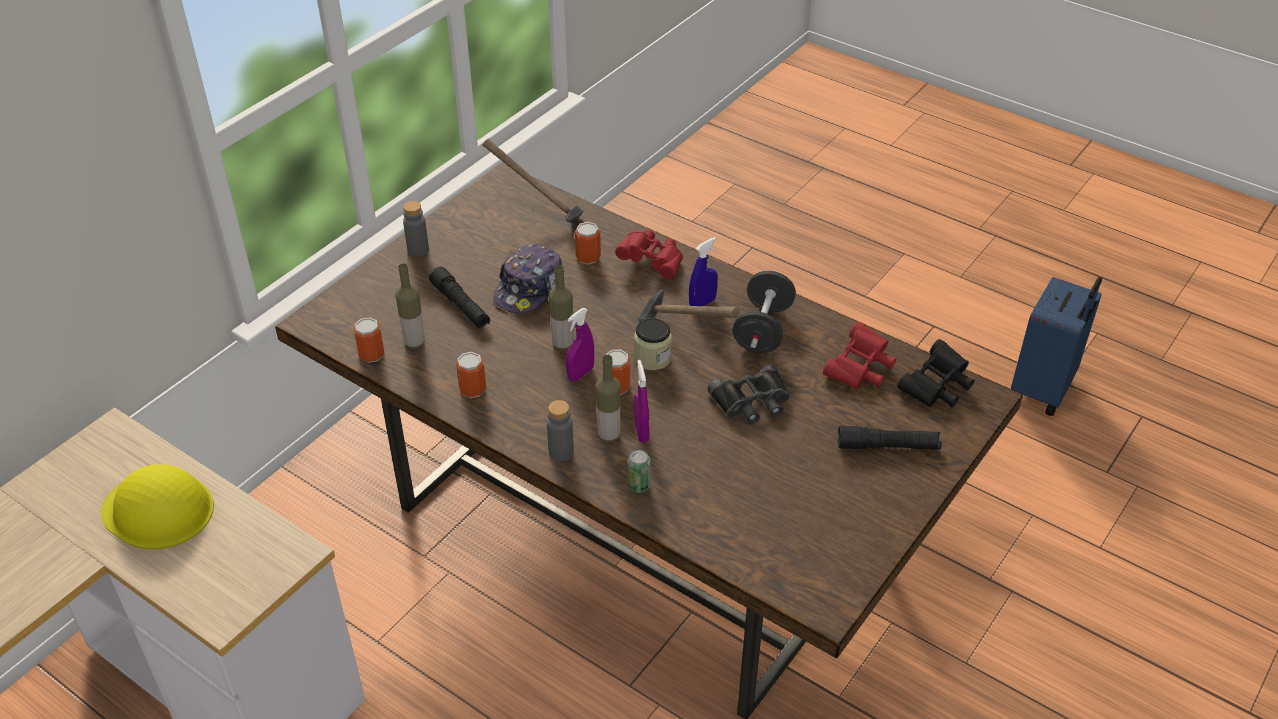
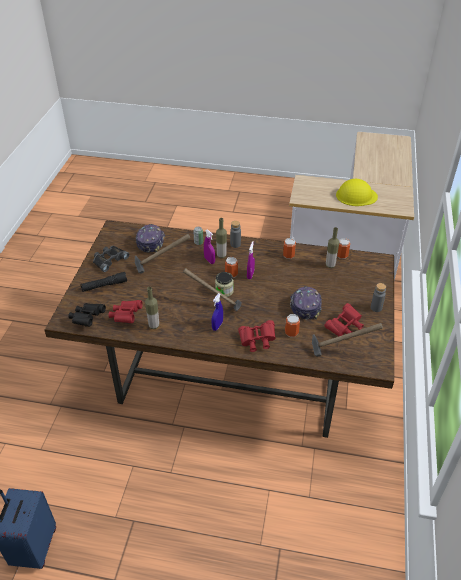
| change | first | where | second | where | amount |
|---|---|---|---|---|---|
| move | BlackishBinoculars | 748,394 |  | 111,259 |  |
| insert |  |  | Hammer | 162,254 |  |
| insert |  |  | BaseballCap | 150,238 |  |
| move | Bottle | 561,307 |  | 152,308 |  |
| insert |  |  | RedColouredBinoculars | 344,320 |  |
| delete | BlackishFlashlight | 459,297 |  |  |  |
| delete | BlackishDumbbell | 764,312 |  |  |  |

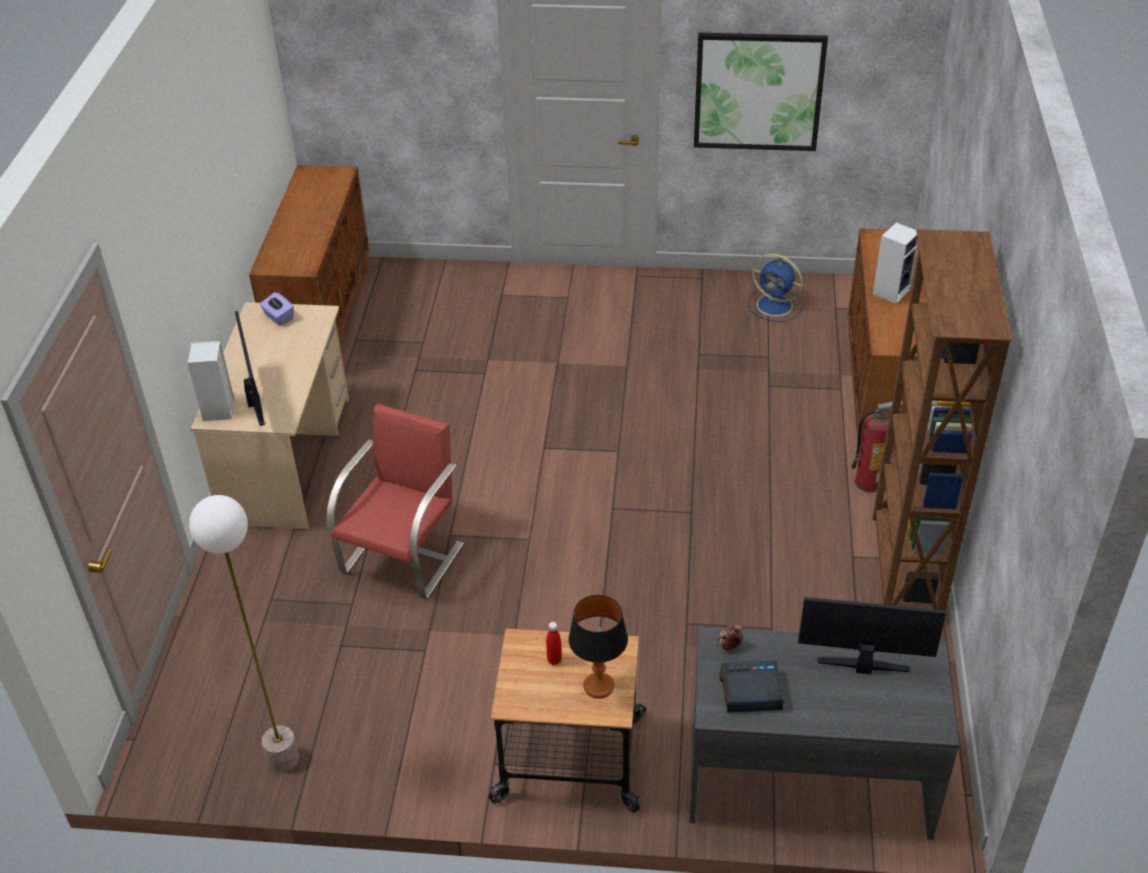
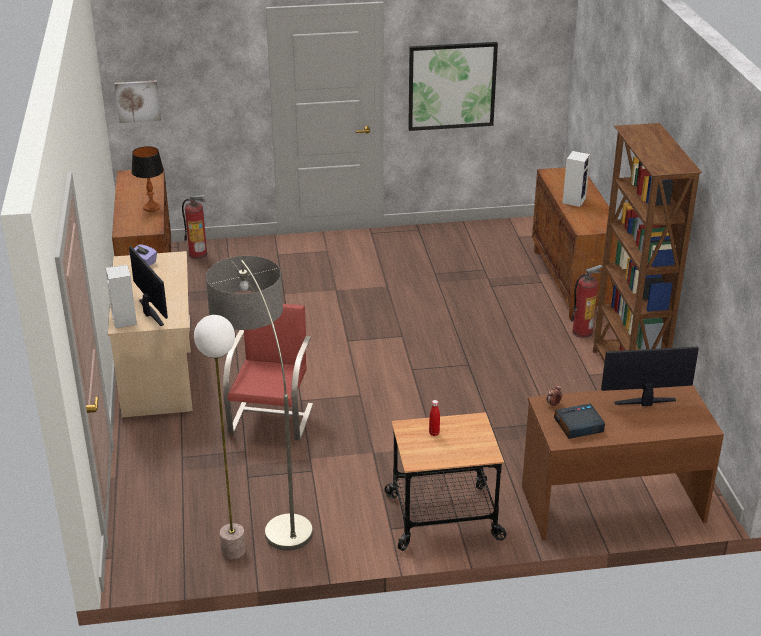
| change | first | where | second | where | amount |
|---|---|---|---|---|---|
| insert |  |  | WallArt | 138,101 |  |
| move | TableLamp | 598,647 |  | 148,179 |  |
| insert |  |  | Extinguisher | 194,227 |  |
| insert |  |  | FloorLamp | 259,403 |  |
| recolor | GrayDeskTable | 824,733 | BrownColouredDeskTable | 623,463 |  |
| delete | BlueColouredCoolingFan | 775,287 |  |  |  |

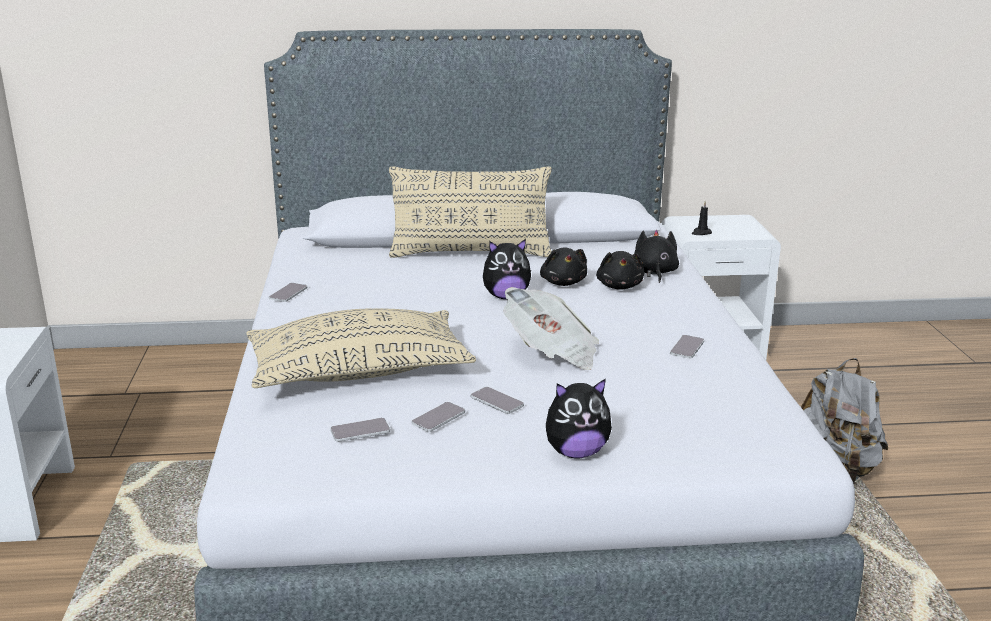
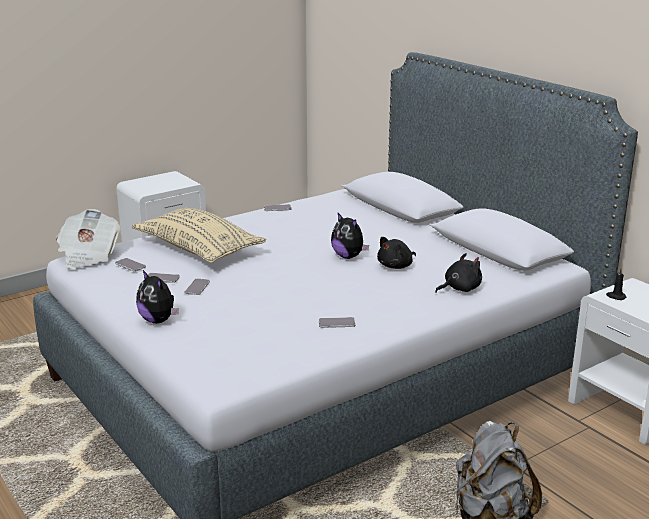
| change | first | where | second | where | amount |
|---|---|---|---|---|---|
| move | DailyPaper | 551,328 |  | 88,239 |  |
| delete | BeigeThrowPillow | 470,212 |  |  |  |
| delete | BlackishCuddlyToy | 620,270 |  |  |  |

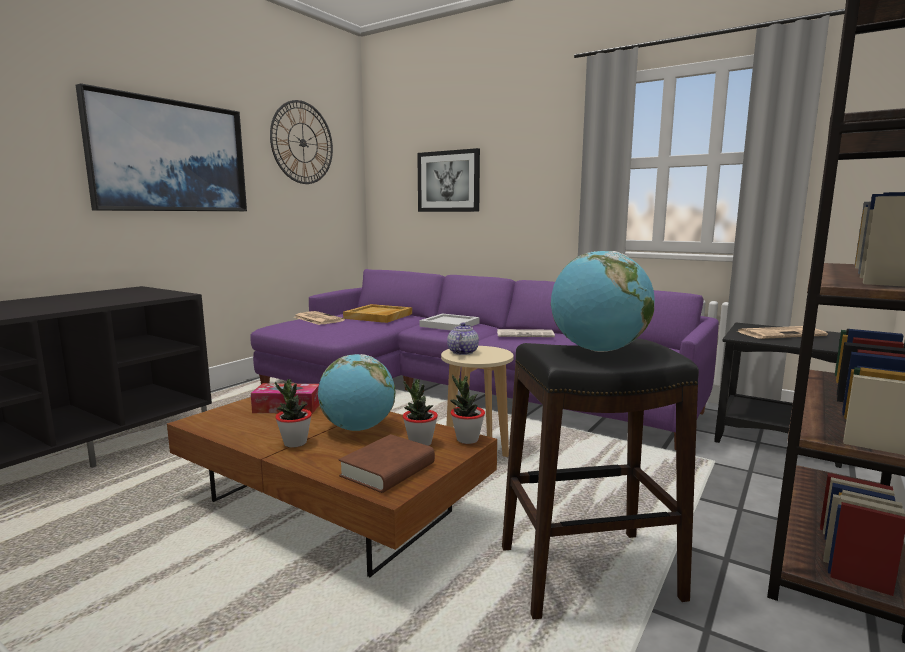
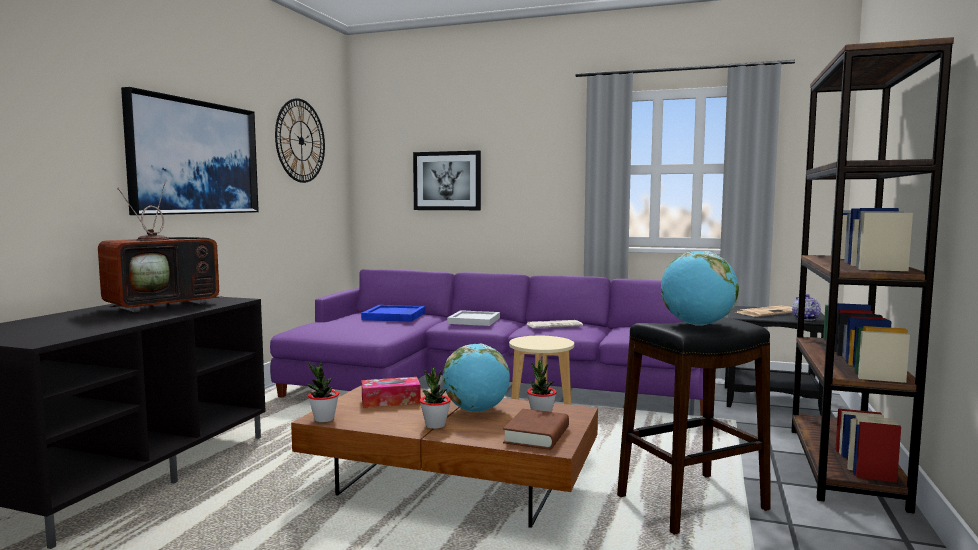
| change | first | where | second | where | amount |
|---|---|---|---|---|---|
| insert |  |  | Tv | 160,247 |  |
| move | PlantInAPot | 467,409 |  | 323,392 |  |
| recolor | BeigeTray | 377,313 | BlueColouredTray | 393,313 |  |
| move | TeaPot | 463,338 |  | 806,307 |  |
| delete | DailyPaper | 319,318 |  |  |  |

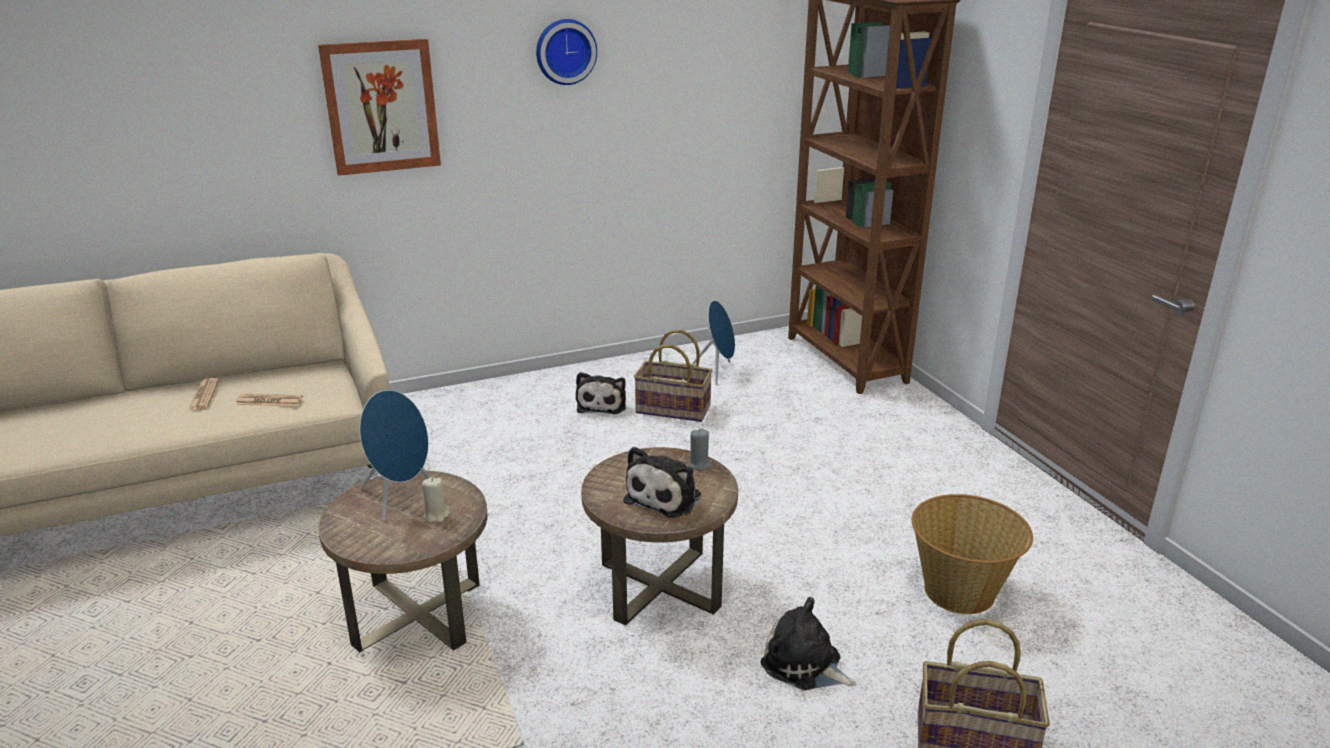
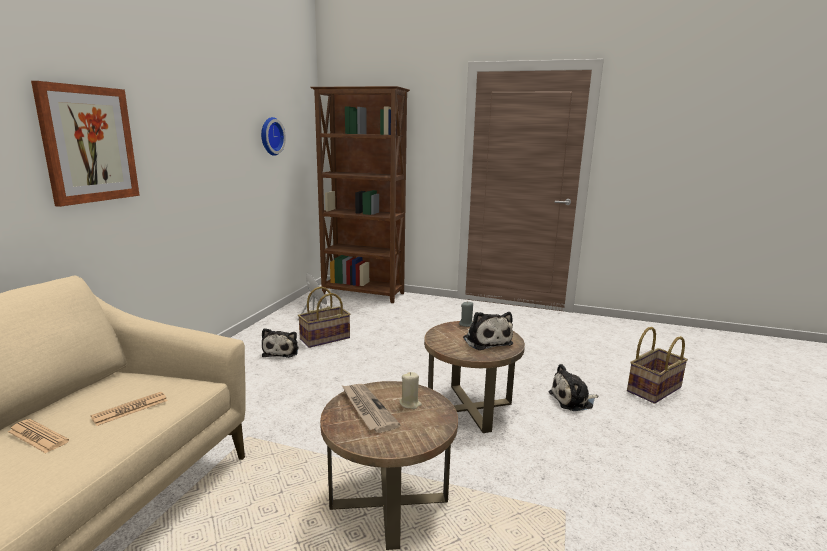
| change | first | where | second | where | amount |
|---|---|---|---|---|---|
| move | ClockOnTheWall | 566,52 |  | 273,136 |  |
| rotate | CuddlyToy | 601,393 |  | 280,343 | 45 degrees clockwise |
| replace | BlueColouredAudioSpeaker | 395,456 | DailyPaper | 371,408 |  |
| delete | StorageBasket | 972,554 |  |  |  |

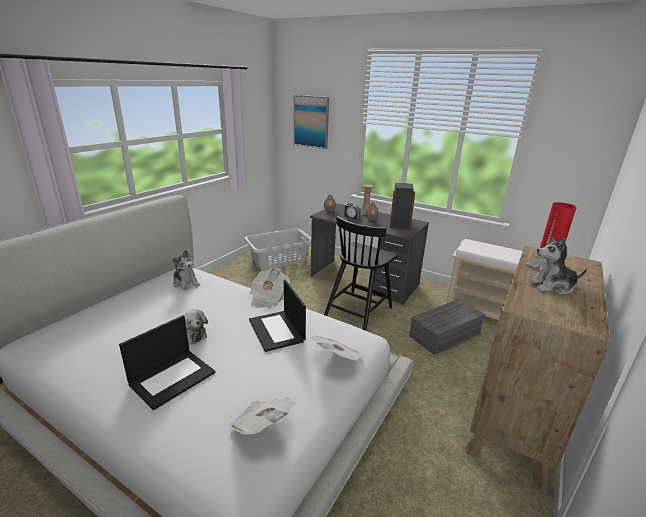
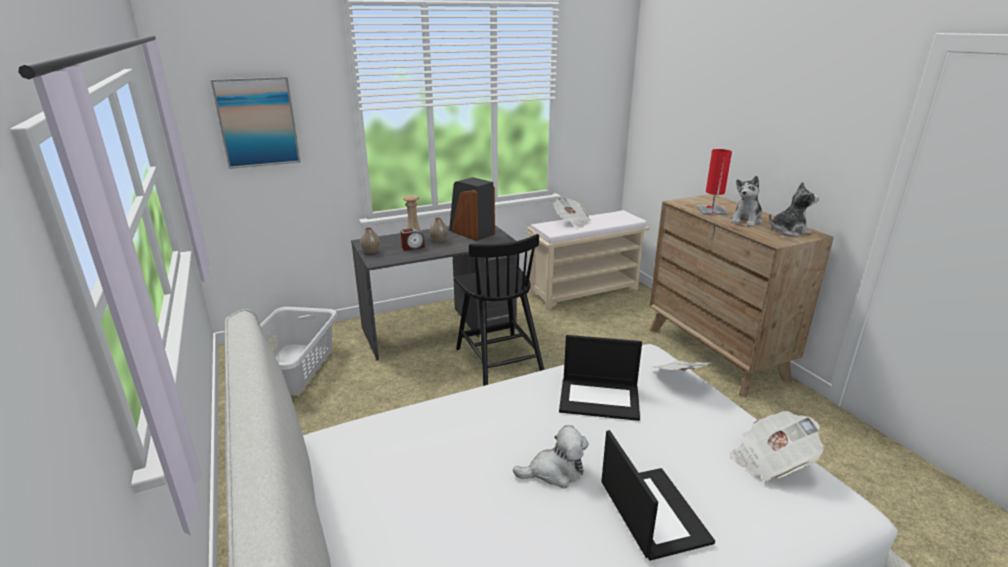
| change | first | where | second | where | amount |
|---|---|---|---|---|---|
| move | DailyPaper | 269,288 |  | 572,212 |  |
| move | CuddlyToy | 186,270 |  | 794,209 |  |
| delete | GrayStorageContainer | 447,327 |  |  |  |

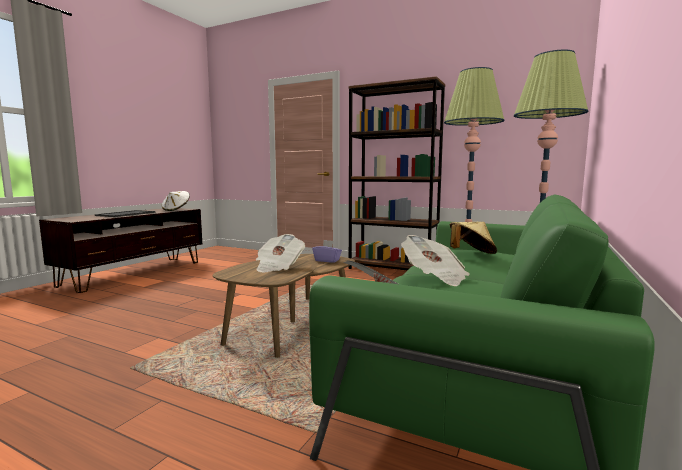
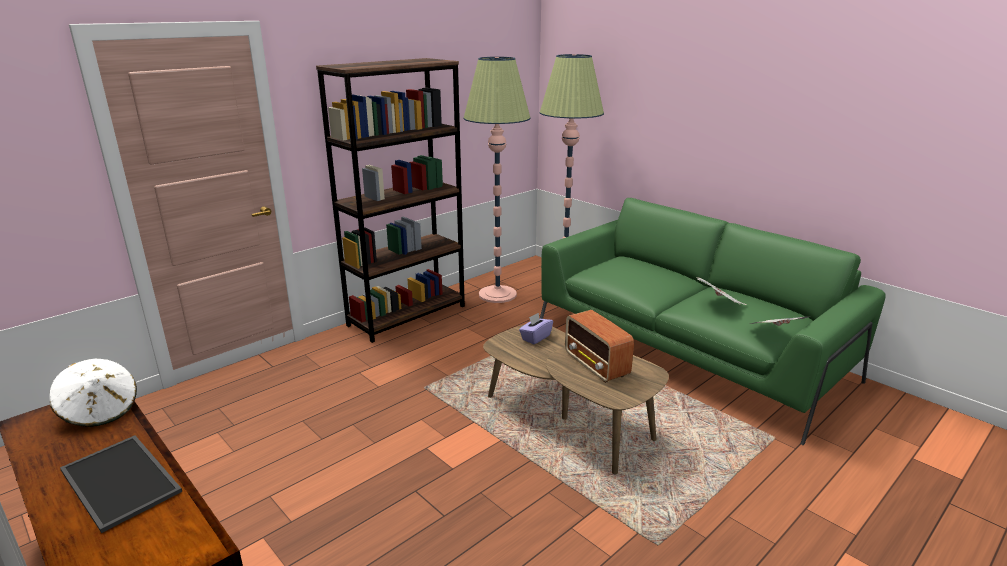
| change | first | where | second | where | amount |
|---|---|---|---|---|---|
| replace | DailyPaper | 280,253 | RadioReceiver | 599,346 |  |
| delete | BeigeClothingHat | 473,238 |  |  |  |

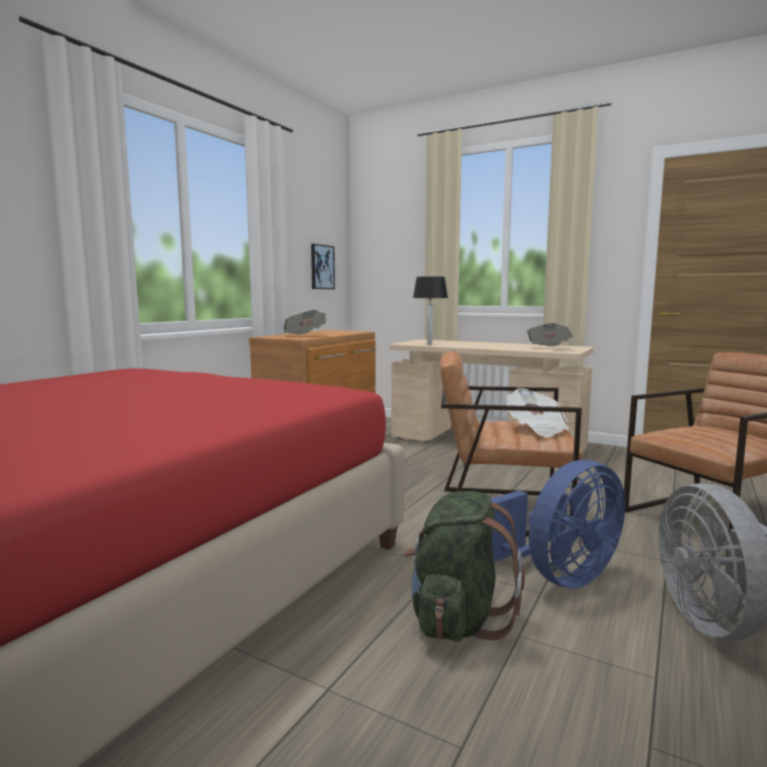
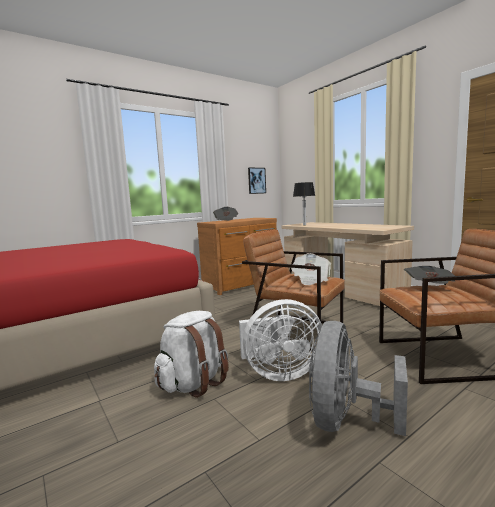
| change | first | where | second | where | amount |
|---|---|---|---|---|---|
| recolor | GreenishBackpack | 464,566 | WhiteColouredBackpack | 191,354 |  |
| recolor | BlueColouredCoolingFan | 558,524 | WhiteColouredCoolingFan | 280,340 |  |
| move | DailyPaper | 549,334 |  | 429,275 |  |

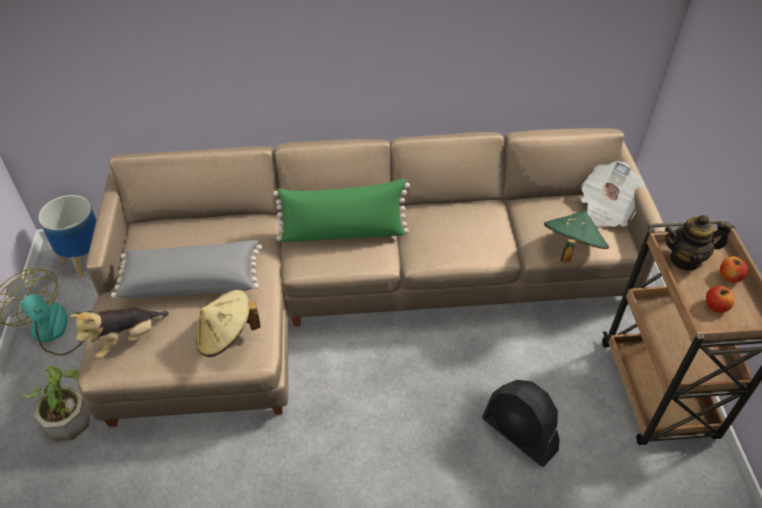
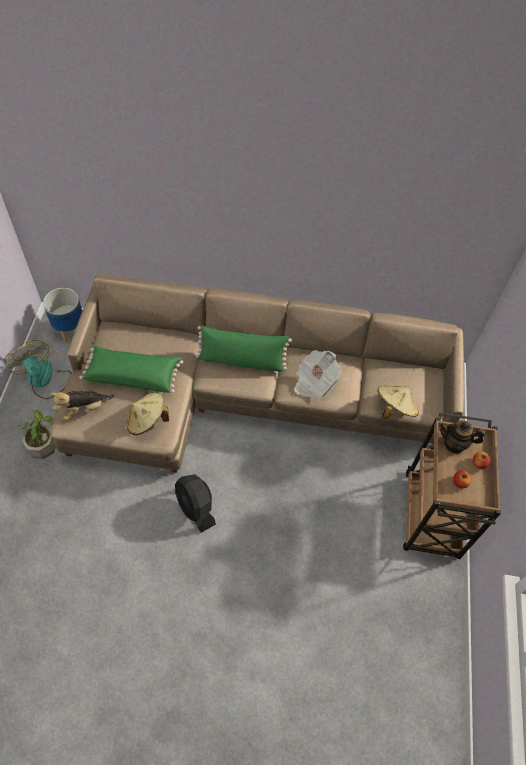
| change | first | where | second | where | amount |
|---|---|---|---|---|---|
| recolor | GrayThrowPillow | 186,269 | GreenishThrowPillow | 131,369 |  |
| move | BlackishCoolingFan | 521,423 |  | 195,503 |  |
| move | DailyPaper | 613,194 |  | 318,375 |  |
| recolor | GreenishClothingHat | 576,237 | BeigeClothingHat | 398,402 |  |

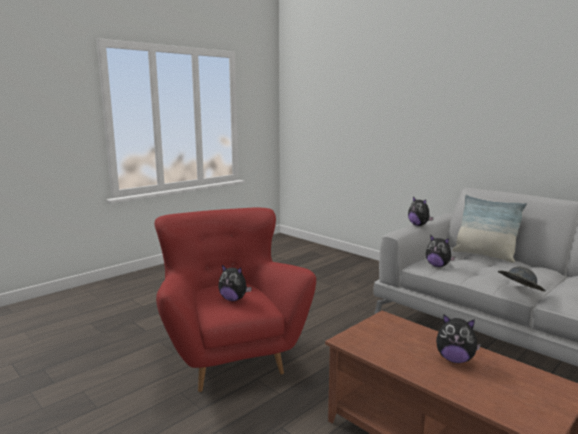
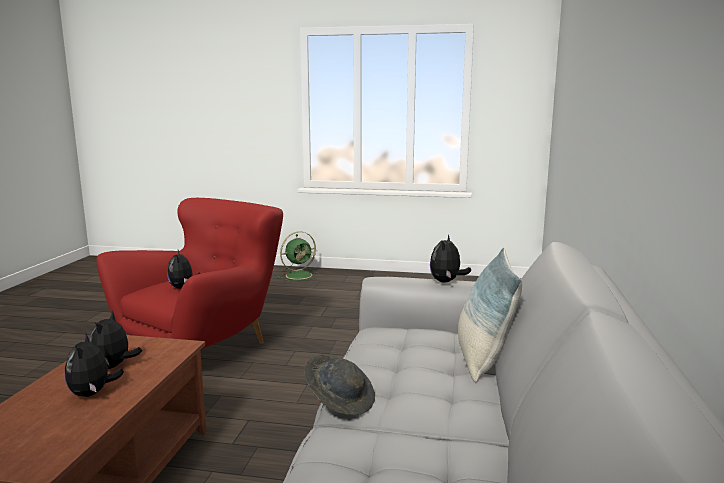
| change | first | where | second | where | amount |
|---|---|---|---|---|---|
| move | CuddlyToy | 440,251 |  | 115,340 |  |
| insert |  |  | GreenishCoolingFan | 298,256 |  |

